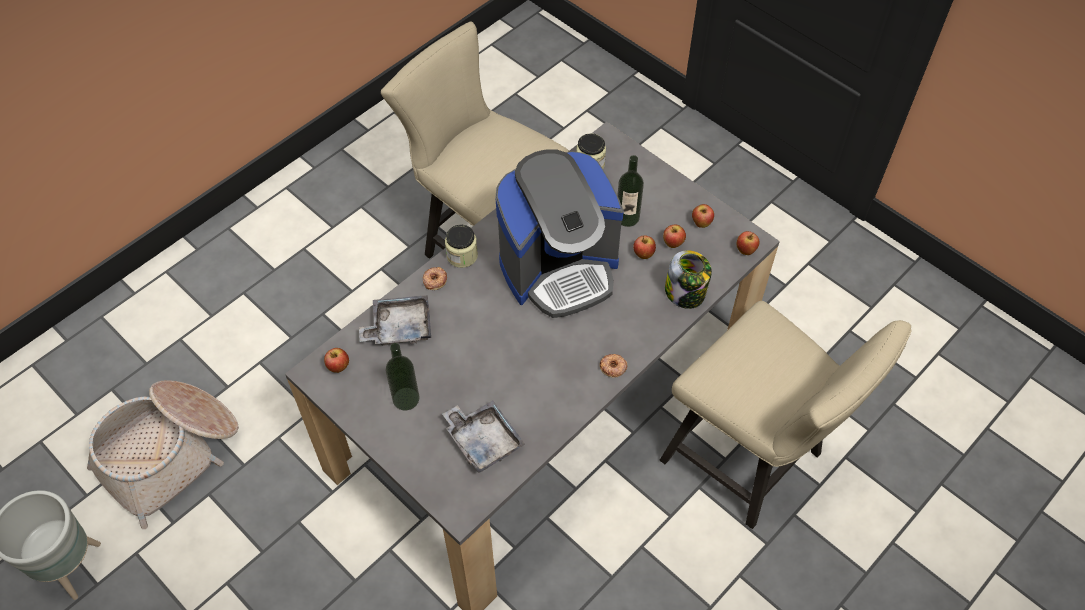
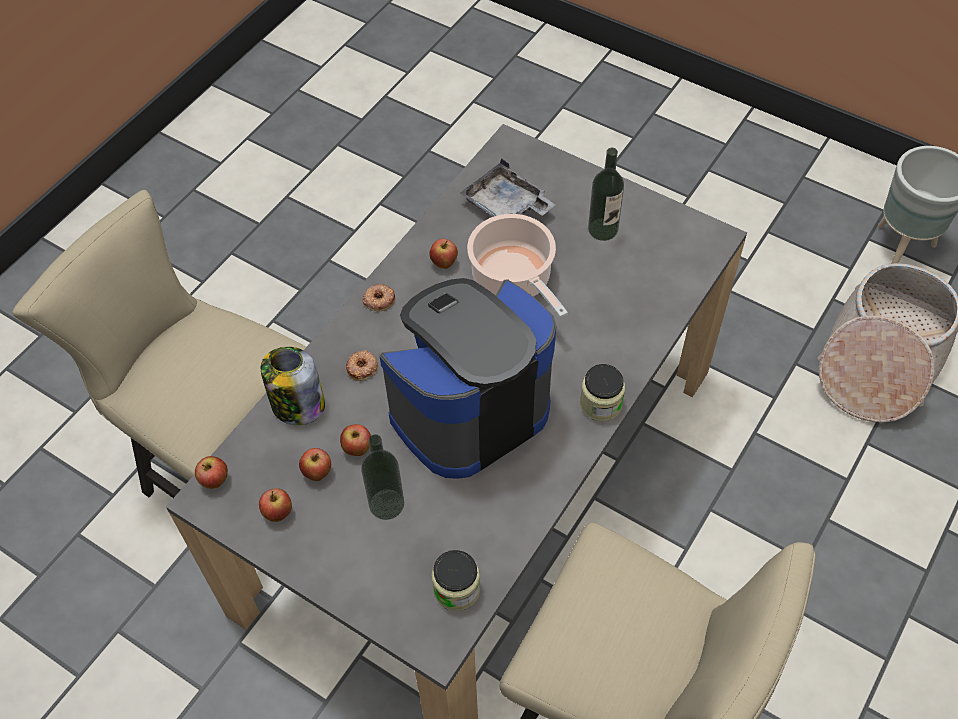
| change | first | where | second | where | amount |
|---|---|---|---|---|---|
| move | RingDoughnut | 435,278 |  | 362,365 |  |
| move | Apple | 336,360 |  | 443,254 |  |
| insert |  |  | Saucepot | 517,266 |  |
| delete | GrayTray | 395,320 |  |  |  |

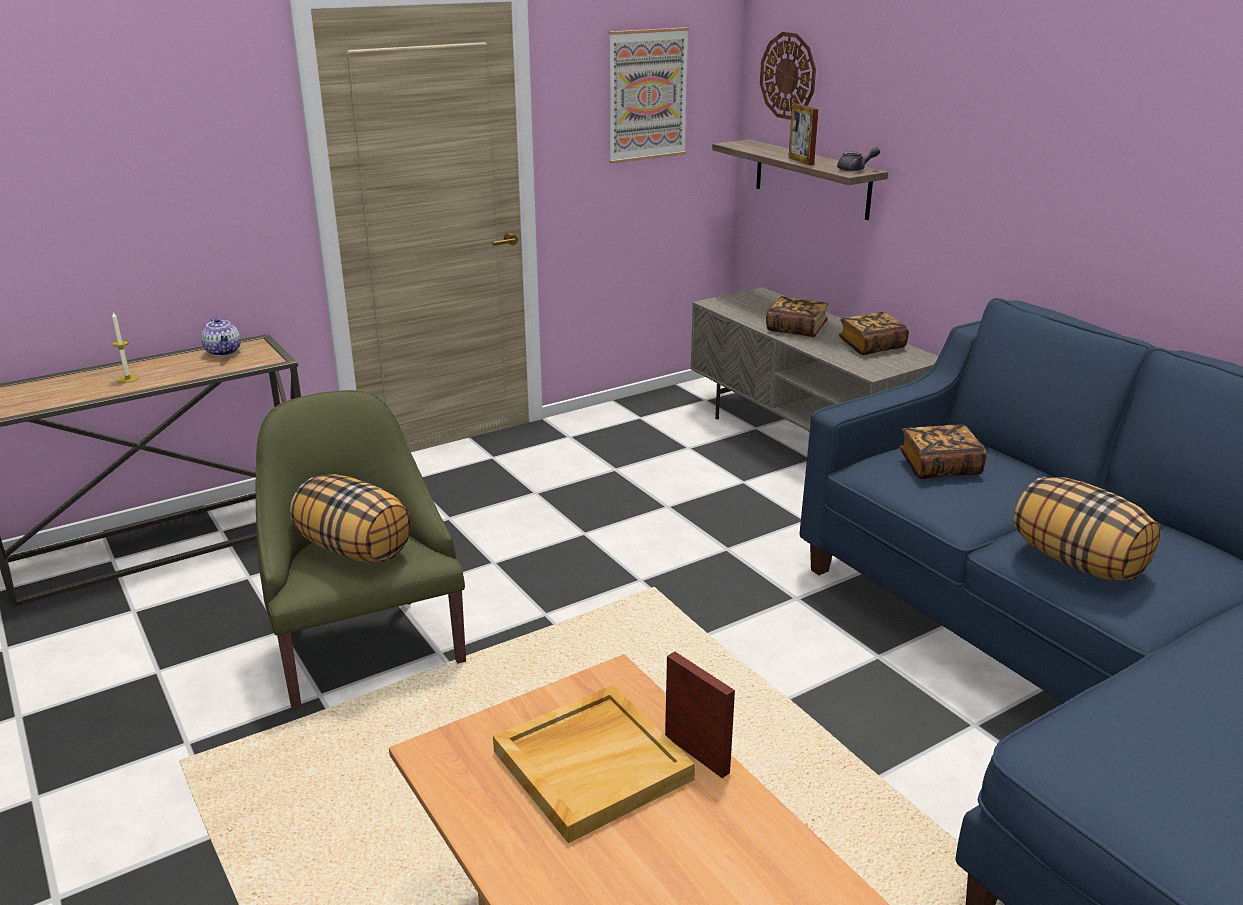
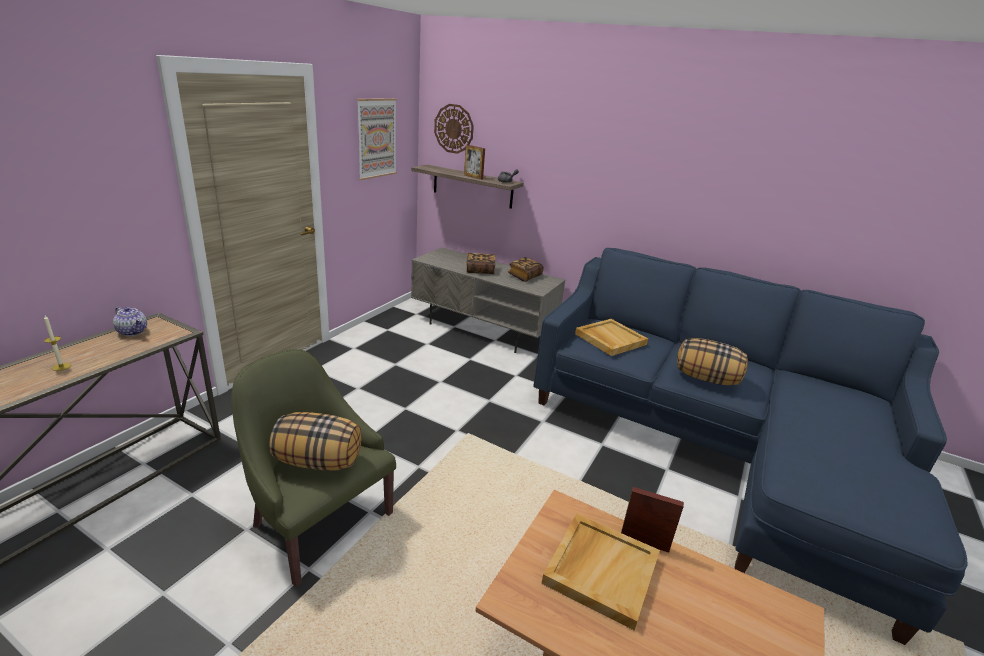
| change | first | where | second | where | amount |
|---|---|---|---|---|---|
| replace | Volume | 943,451 | BeigeTray | 611,337 |  |

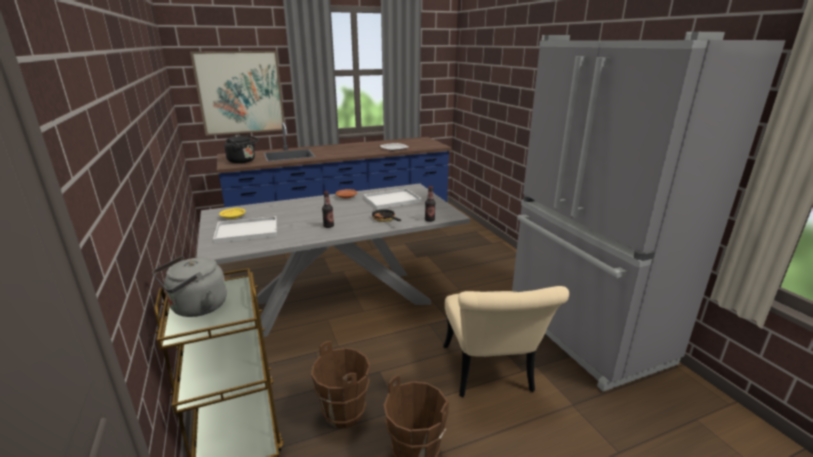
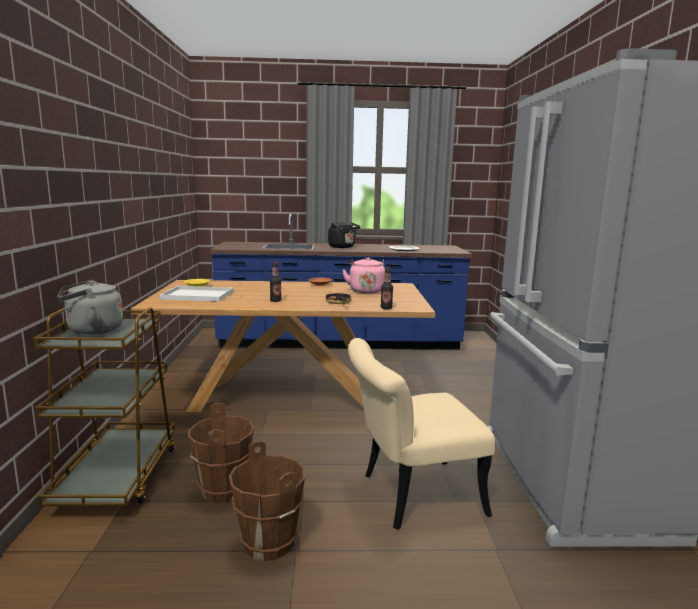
| change | first | where | second | where | amount |
|---|---|---|---|---|---|
| recolor | GrayDiningTable | 333,260 | BrownColouredDiningTable | 283,346 |  |
| move | BlackishTeaKettle | 241,148 |  | 344,234 |  |
| replace | WhiteColouredTray | 392,198 | PinkishTeaKettle | 364,275 |  |
| rotate | BeigePlainChair | 506,341 |  | 421,434 | 60 degrees clockwise |
| delete | WallArt | 237,93 |  |  |  |

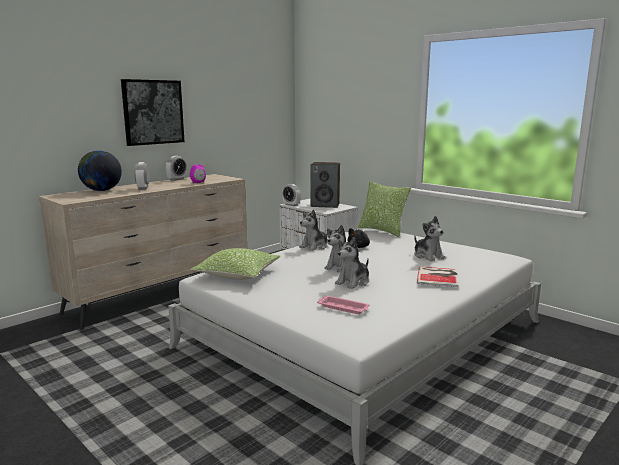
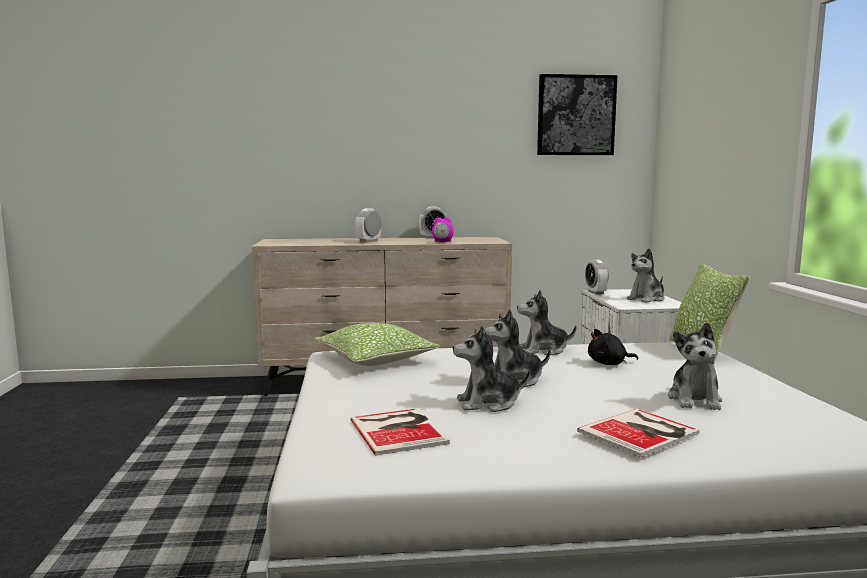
| change | first | where | second | where | amount |
|---|---|---|---|---|---|
| replace | PinkishTray | 343,304 | Volume | 400,432 |  |
| move | WallArt | 153,112 |  | 577,114 |  |
| replace | AudioSpeaker | 325,185 | CuddlyToy | 646,275 |  |
| delete | Globe | 100,170 |  |  |  |

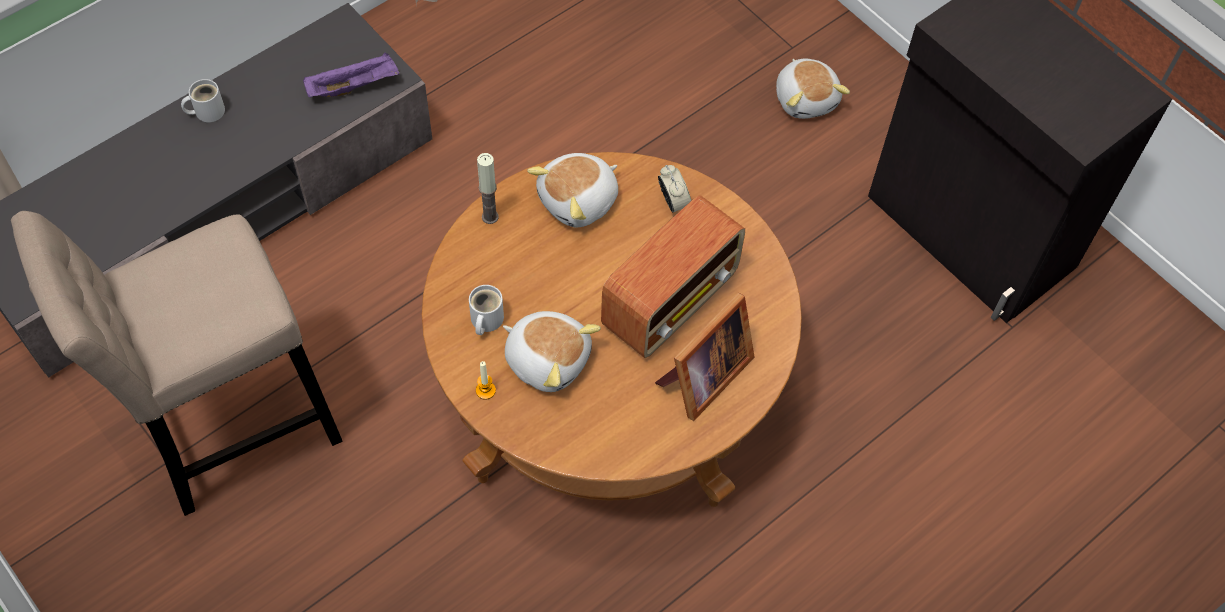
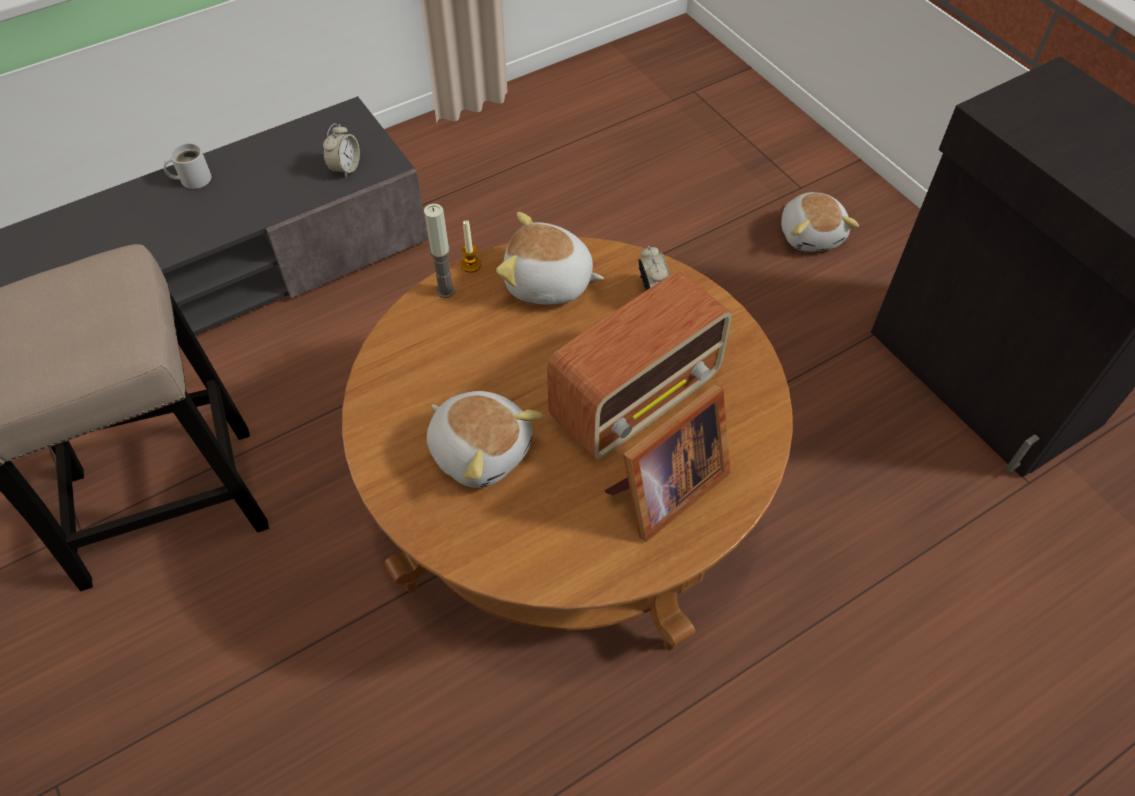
| change | first | where | second | where | amount |
|---|---|---|---|---|---|
| replace | PurpleTray | 351,74 | TableClock | 341,150 |  |
| move | WaxCandle | 486,380 |  | 471,246 |  |
| rotate | CuddlyToy | 572,190 |  | 550,258 | 45 degrees clockwise |
| delete | WhiteColouredTeaMug | 486,310 |  |  |  |

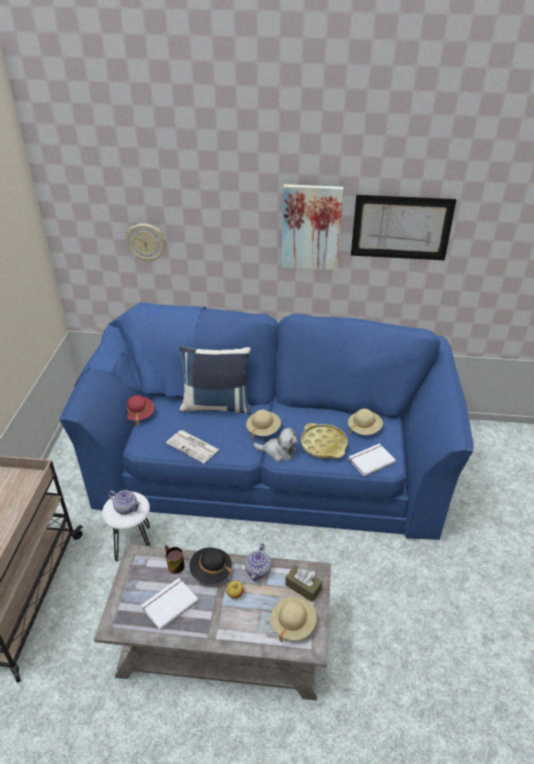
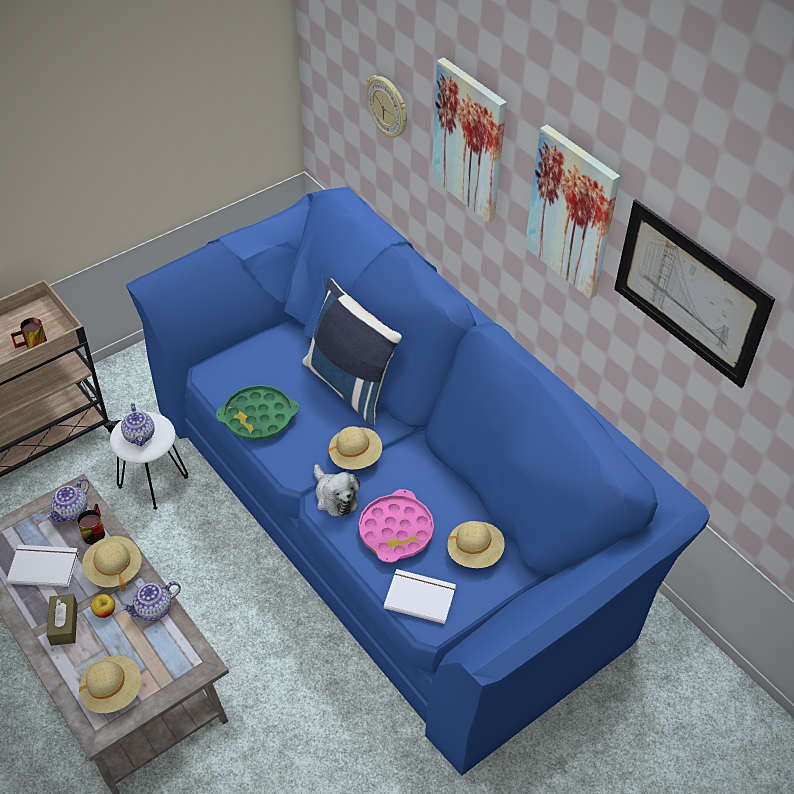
| change | first | where | second | where | amount |
|---|---|---|---|---|---|
| insert |  |  | TeaMug | 29,333 |  |
| insert |  |  | TeaPot | 67,500 |  |
| move | BrownColouredBoxOfTissues | 303,583 |  | 62,620 |  |
| recolor | BlackishClothingHat | 211,566 | BeigeClothingHat | 112,563 |  |
| replace | DailyPaper | 192,447 | GreenishTray | 257,413 |  |
| recolor | YellowColouredTray | 324,441 | PinkishTray | 396,526 |  |
| insert |  |  | WallArt | 469,140 |  |
| delete | RedColouredClothingHat | 140,410 |  |  |  |

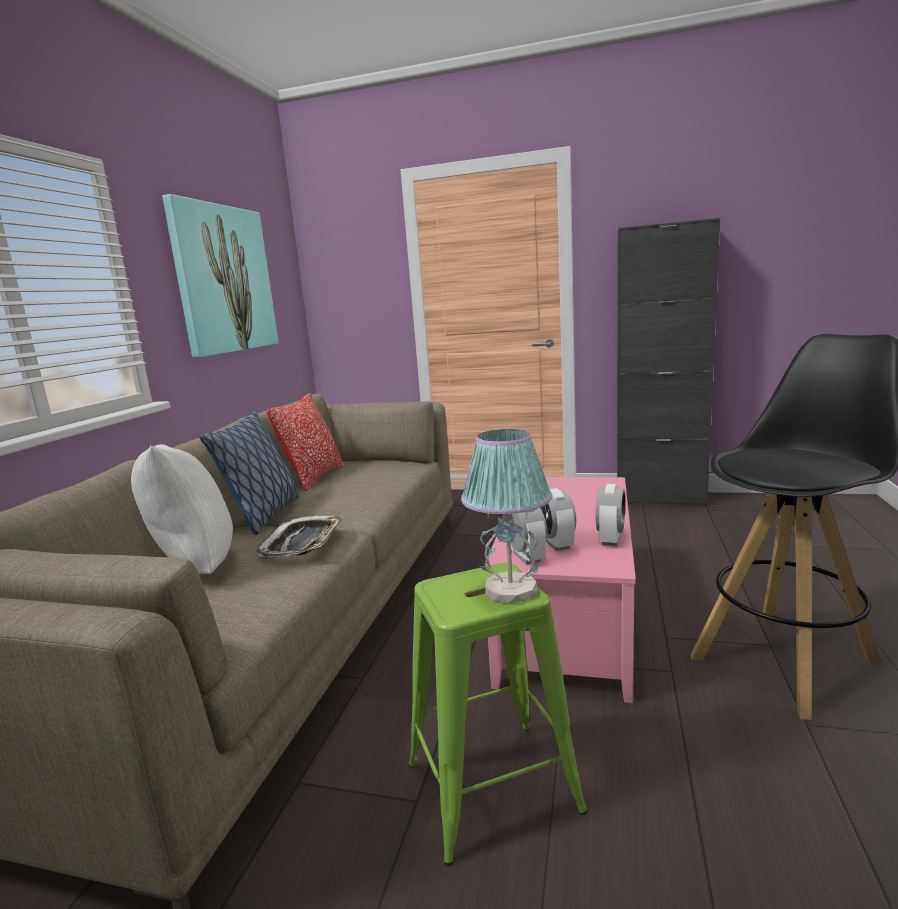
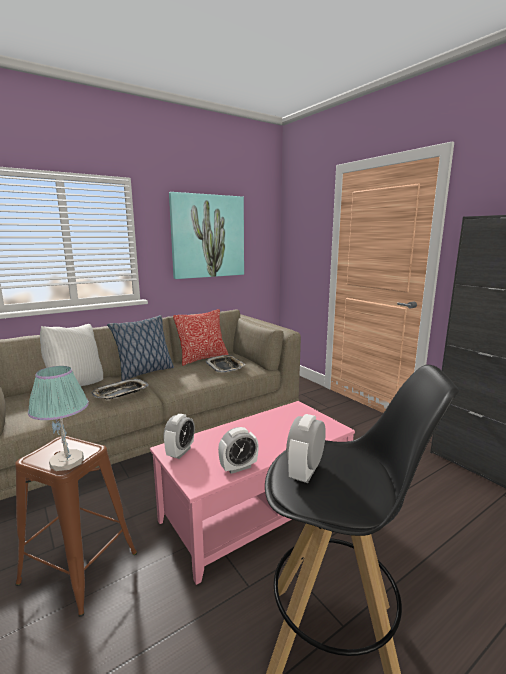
| change | first | where | second | where | amount |
|---|---|---|---|---|---|
| recolor | GreenishStool | 498,714 | BrownColouredStool | 76,526 |  |
| insert |  |  | Tray | 226,364 |  |
| move | TableClock | 558,519 |  | 306,448 |  |

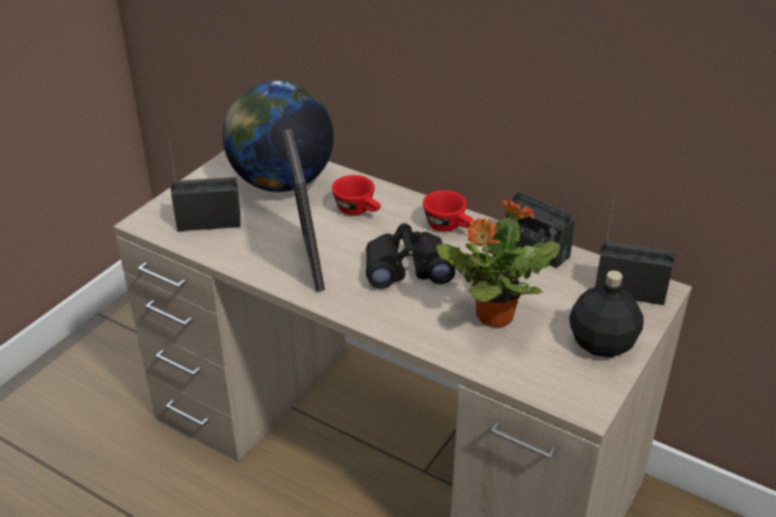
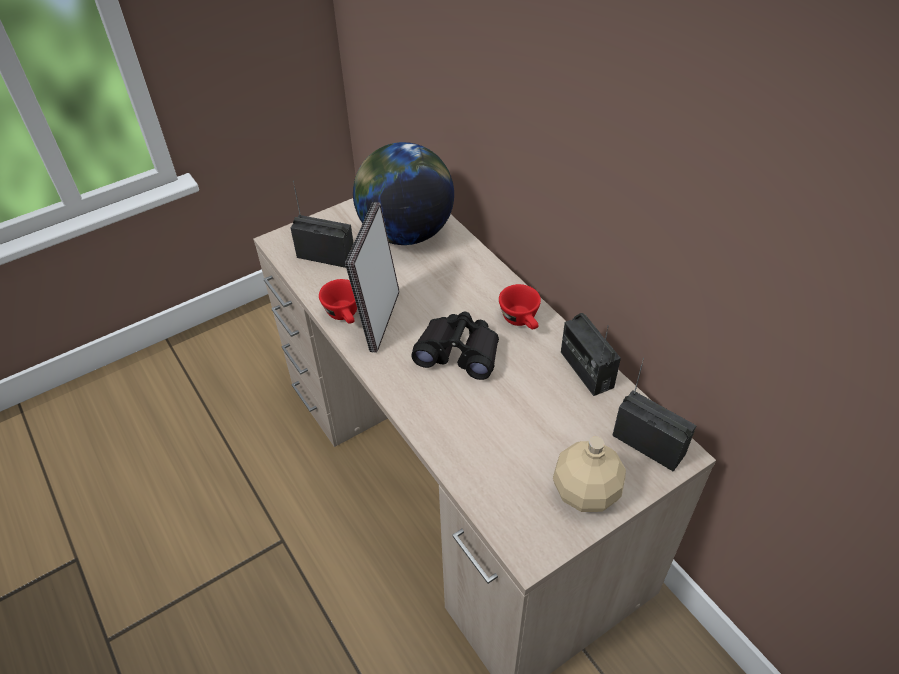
| change | first | where | second | where | amount |
|---|---|---|---|---|---|
| move | RedColouredSmallCup | 356,195 |  | 338,301 |  |
| recolor | BlackishBottle | 606,314 | BeigeBottle | 589,474 |  |
| delete | PlantInAPot | 498,263 |  |  |  |

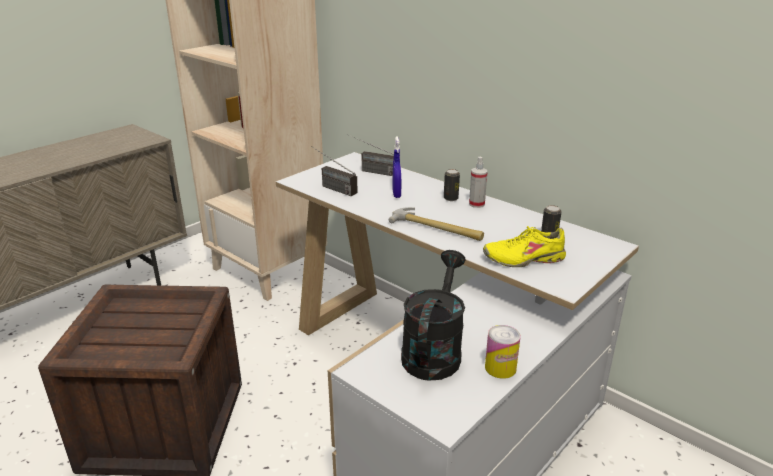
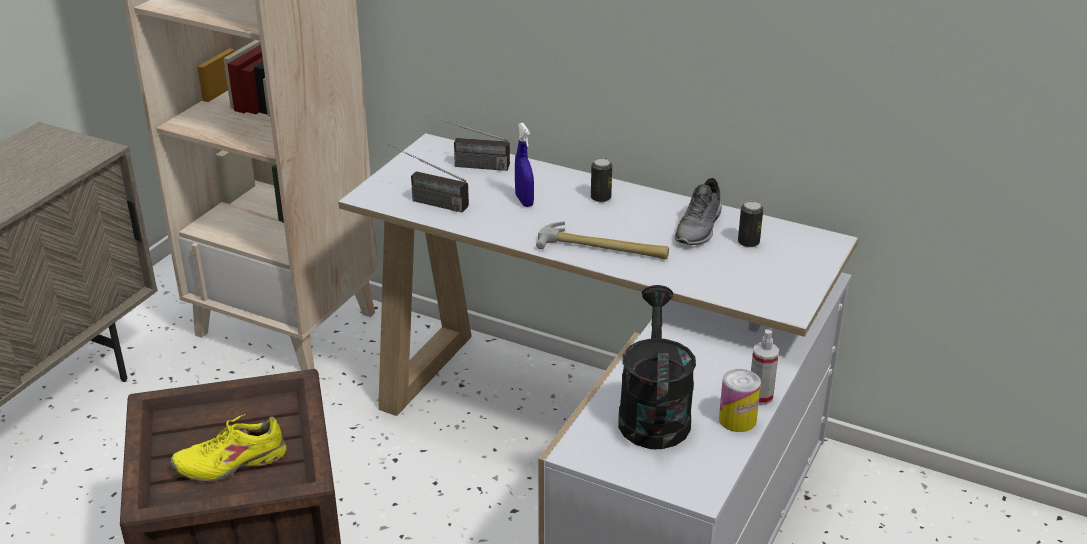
| change | first | where | second | where | amount |
|---|---|---|---|---|---|
| move | YellowColouredShoe | 524,246 |  | 229,448 |  |
| insert |  |  | GrayShoe | 698,211 |  |
| move | Sprayer | 478,182 |  | 765,367 |  |

